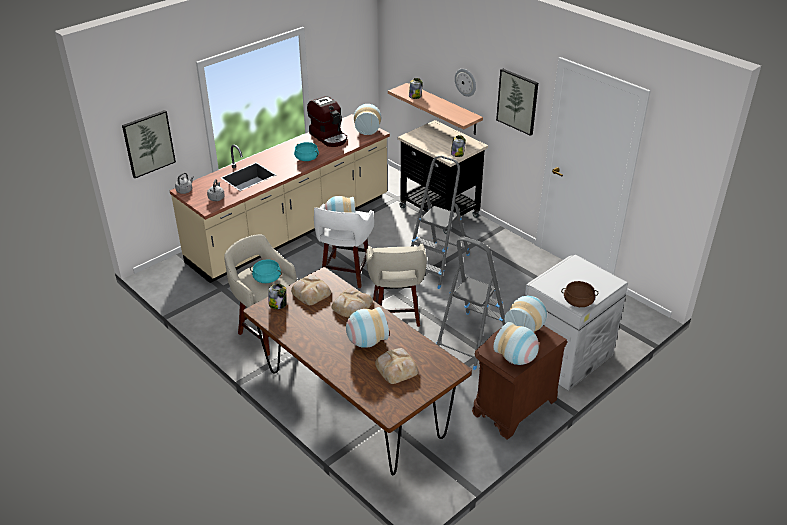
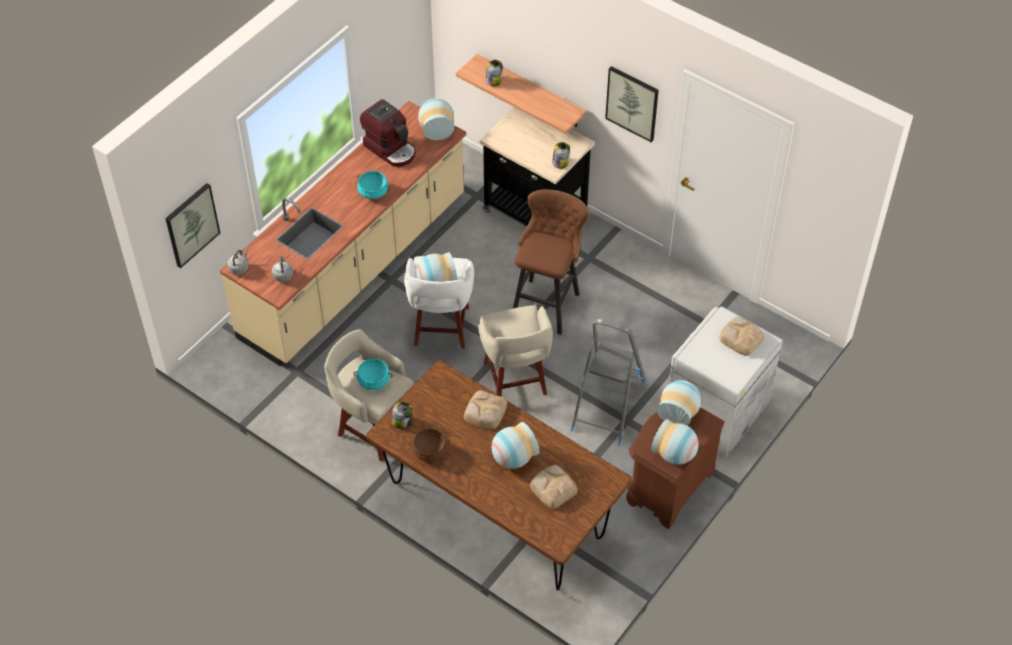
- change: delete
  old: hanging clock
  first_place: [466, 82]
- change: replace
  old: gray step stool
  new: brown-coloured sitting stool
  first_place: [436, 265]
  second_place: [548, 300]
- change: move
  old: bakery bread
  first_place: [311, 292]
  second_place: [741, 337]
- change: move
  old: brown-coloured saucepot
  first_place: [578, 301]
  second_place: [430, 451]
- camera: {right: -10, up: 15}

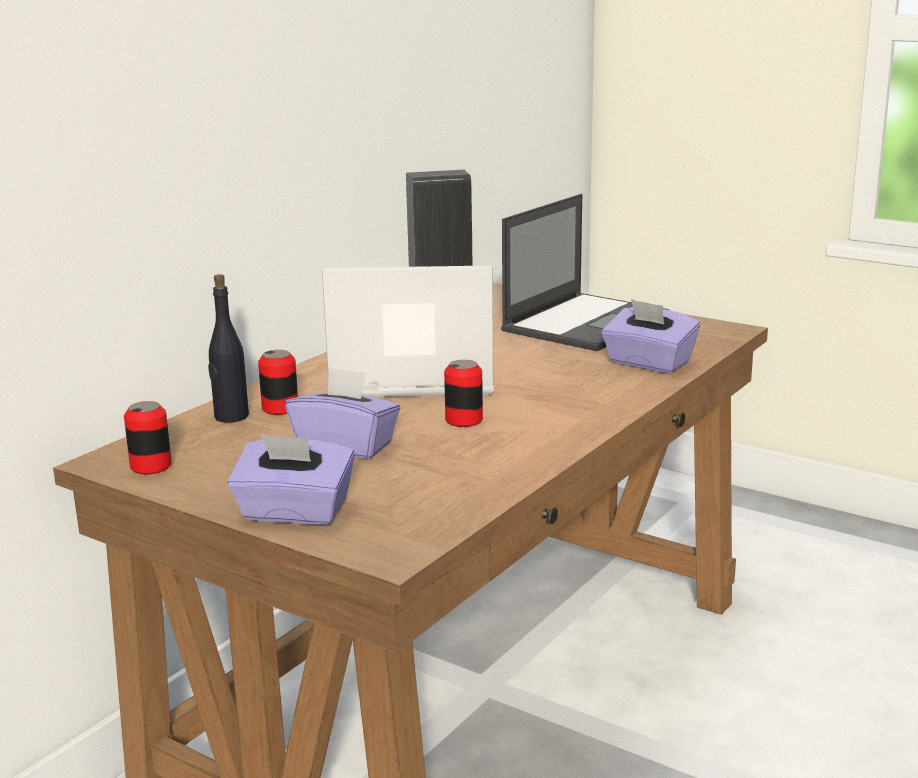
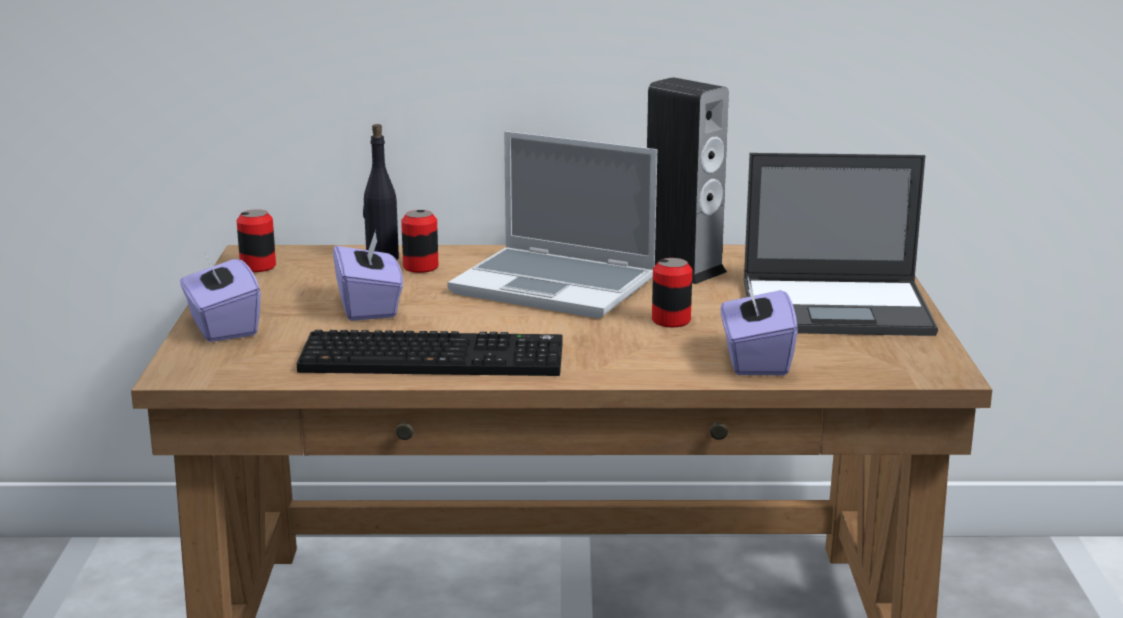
- change: rotate
  old: laptop
  first_place: [411, 378]
  second_place: [557, 286]
  degrees: 150
- change: move
  old: metal can
  first_place: [464, 420]
  second_place: [671, 320]
- change: insert
  new: PC keyboard
  second_place: [435, 357]
- camera: {right: 55, up: 0}

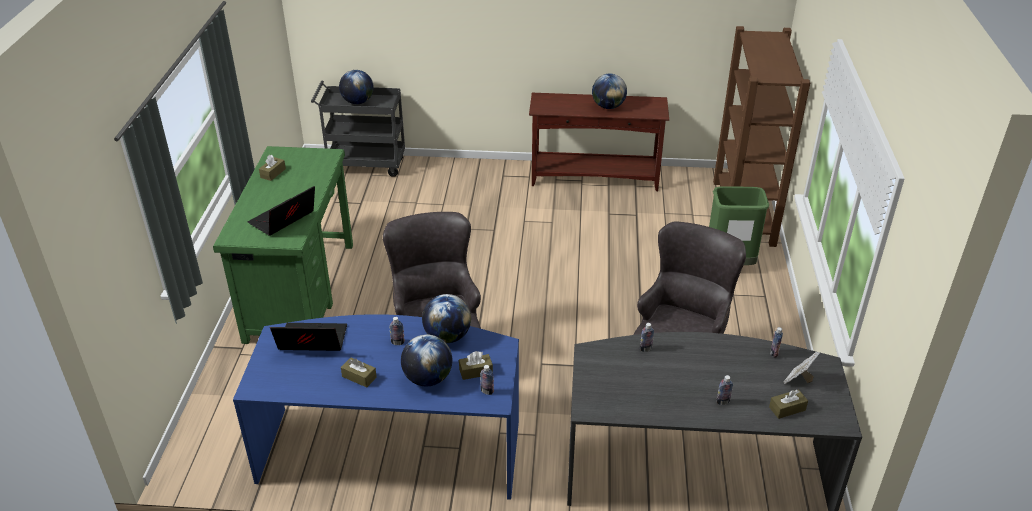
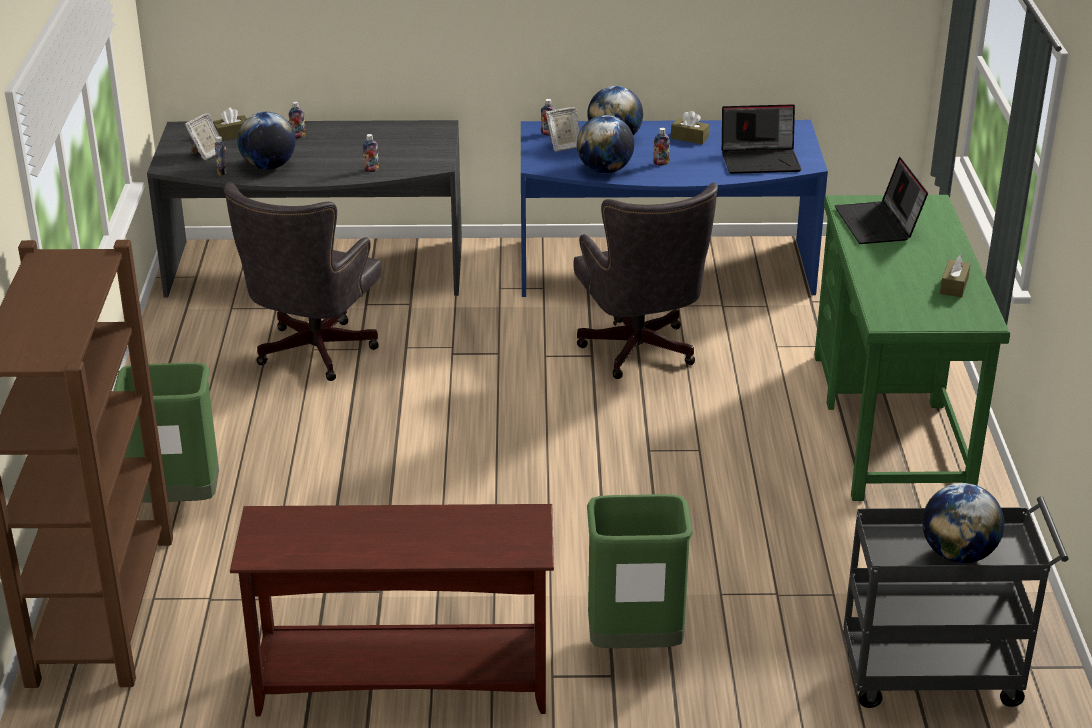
- change: move
  old: desk globe
  first_place: [608, 106]
  second_place: [269, 166]
- change: rotate
  old: laptop
  first_place: [283, 220]
  second_place: [879, 224]
  degrees: 135
- change: replace
  old: brown-coloured tissue box
  new: picture frame
  first_place: [476, 371]
  second_place: [564, 146]
- change: insert
  new: green-coloured rubbish bin
  second_place: [634, 645]
- camera: {right: 175, up: -5}

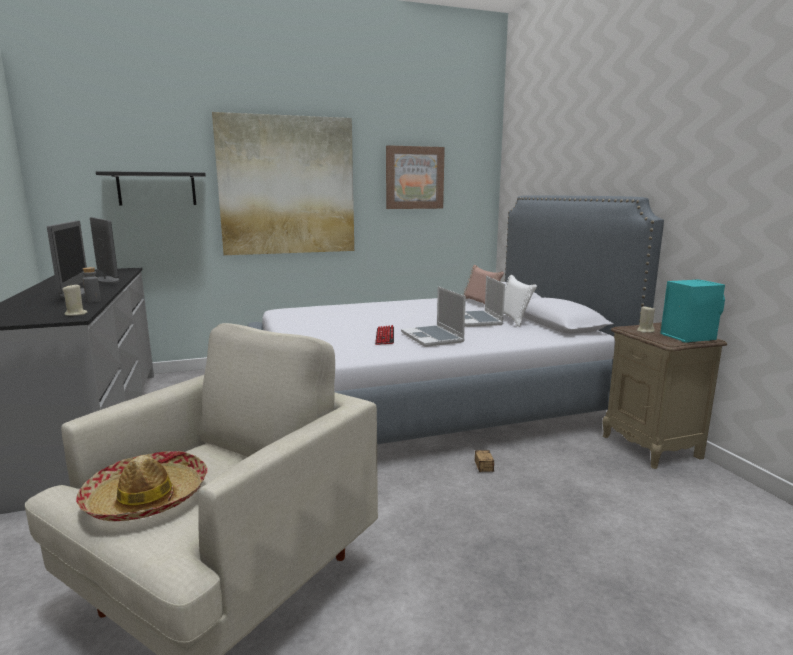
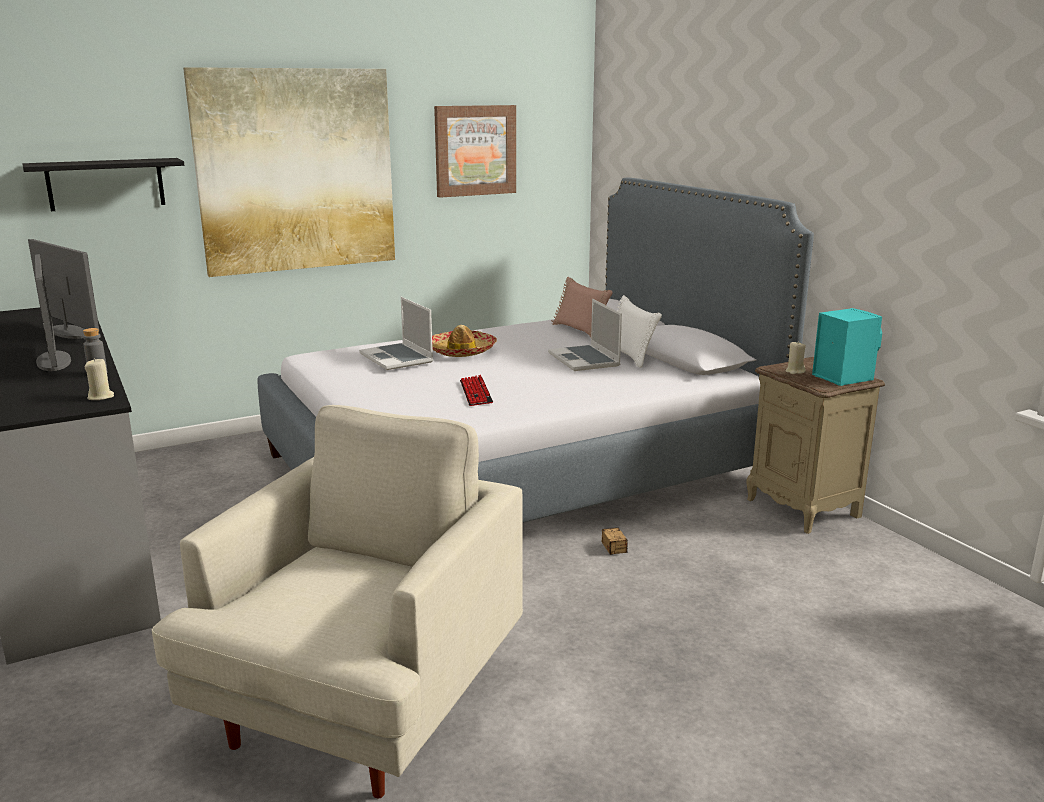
- change: move
  old: laptop
  first_place: [433, 337]
  second_place: [397, 358]
- change: move
  old: clothing hat
  first_place: [146, 498]
  second_place: [462, 351]
- camera: {right: -10, up: 5}

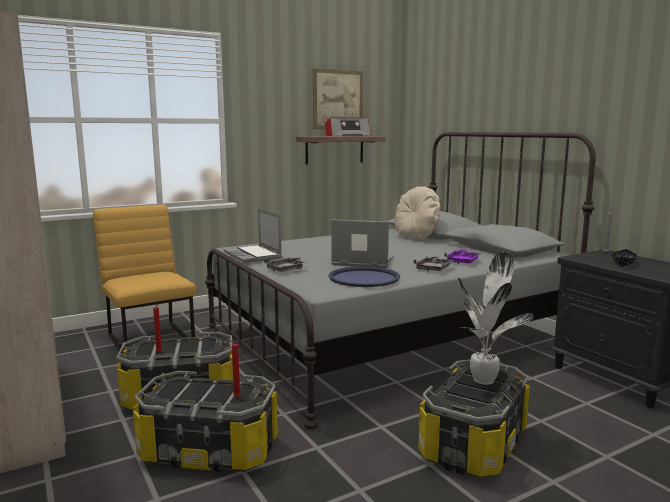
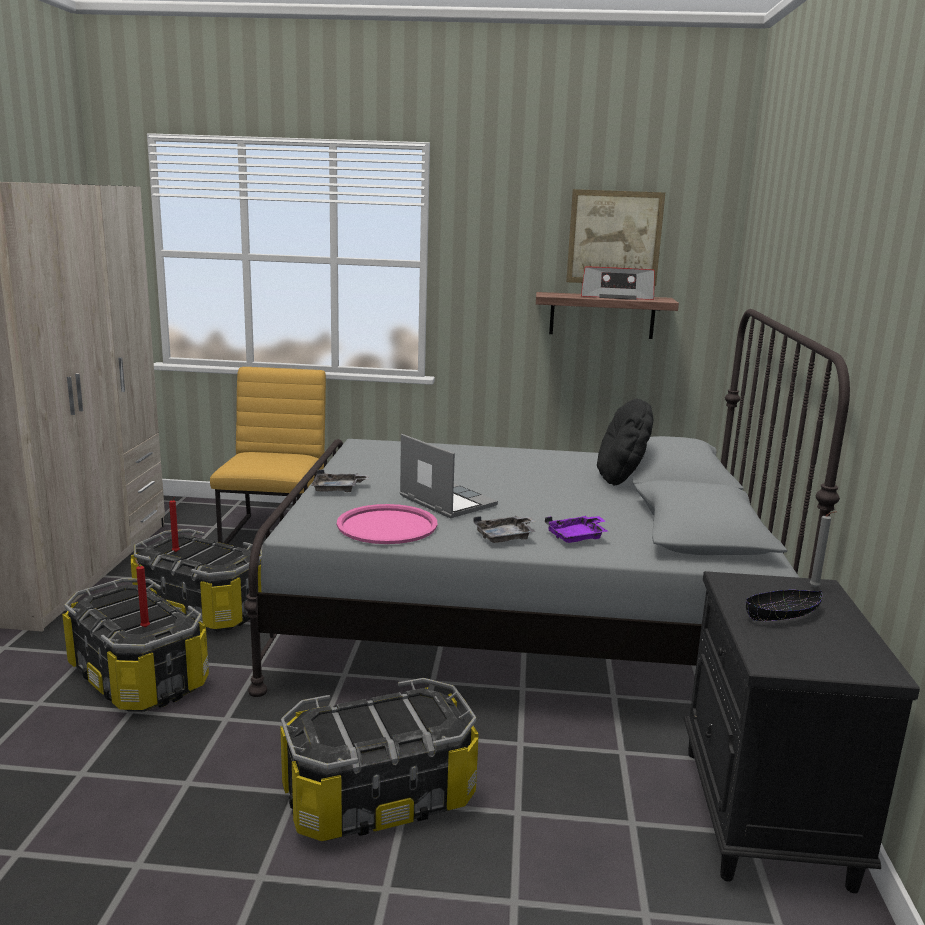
- change: recolor
  old: beige throw pillow
  new: blackish throw pillow
  first_place: [416, 238]
  second_place: [621, 480]
- change: delete
  old: laptop
  first_place: [253, 255]
- change: delete
  old: houseplant
  first_place: [485, 379]
- change: recolor
  old: blue-coloured serving tray
  new: pink-coloured serving tray
  first_place: [364, 278]
  second_place: [387, 526]
- camera: {right: 35, up: 5}

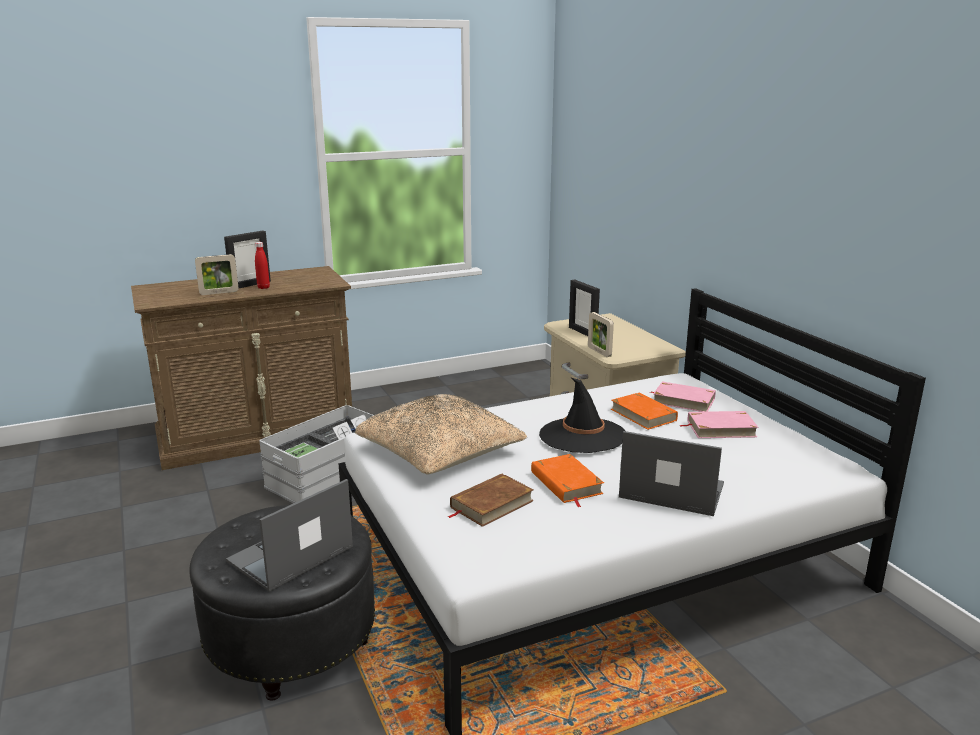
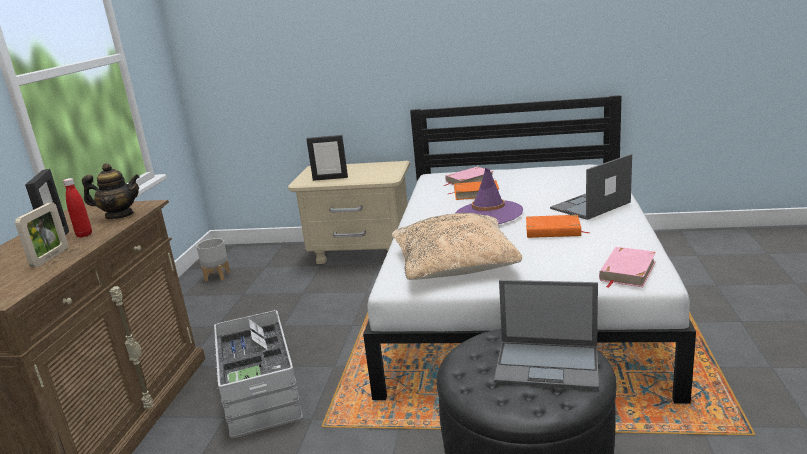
- change: delete
  old: picture frame
  first_place: [599, 352]
- change: recolor
  old: blackish clothing hat
  new: purple clothing hat
  first_place: [582, 435]
  second_place: [488, 214]
- change: move
  old: pink-coloured volume
  first_place: [720, 429]
  second_place: [627, 271]
- change: delete
  old: brown-coloured volume
  first_place: [491, 504]
- change: rotate
  old: laptop
  first_place: [289, 555]
  second_place: [548, 364]
  degrees: -60
- change: insert
  new: teapot
  second_place: [119, 215]
- change: insert
  new: gray plant pot
  second_place: [217, 276]
- camera: {right: -55, up: 0}

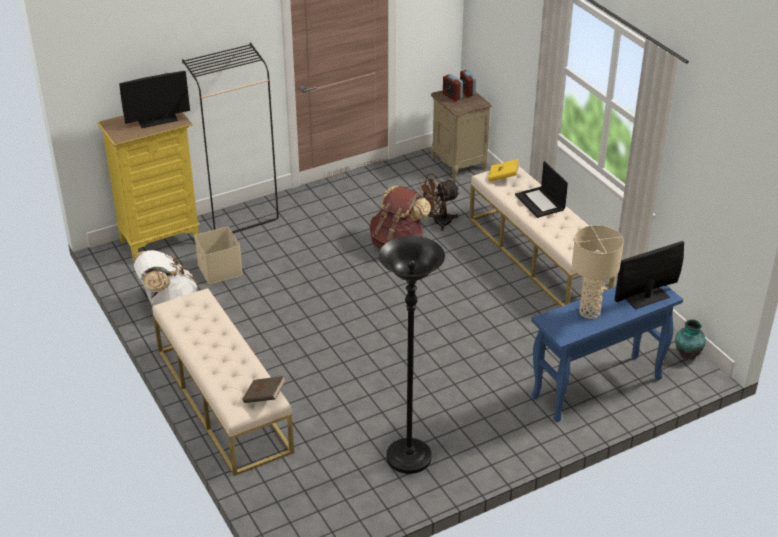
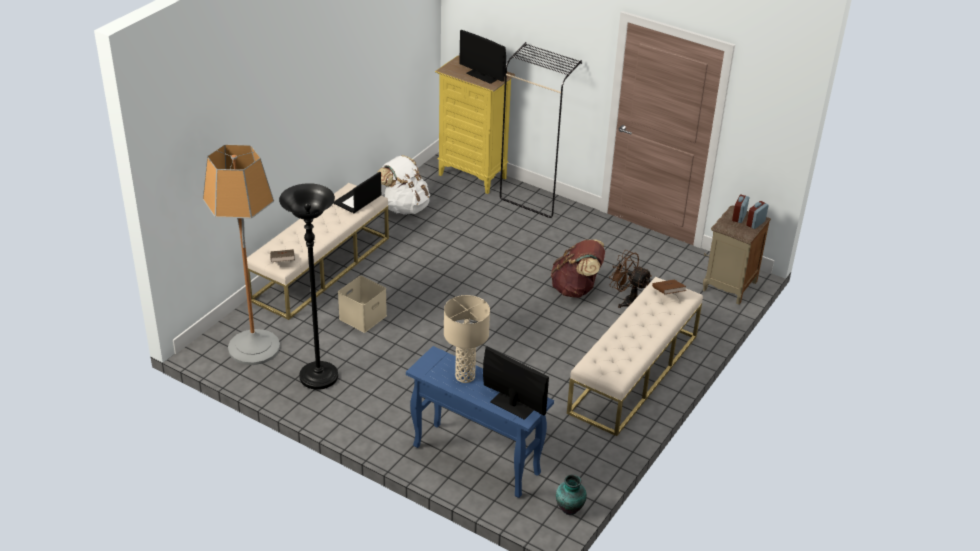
- change: recolor
  old: yellowish volume
  new: brown-coloured volume
  first_place: [503, 177]
  second_place: [668, 293]
- change: move
  old: laptop
  first_place: [540, 202]
  second_place: [357, 200]
- change: move
  old: beige storage container
  first_place: [219, 269]
  second_place: [362, 316]
- change: insert
  new: standard lamp
  second_place: [254, 348]
- camera: {right: 60, up: 0}

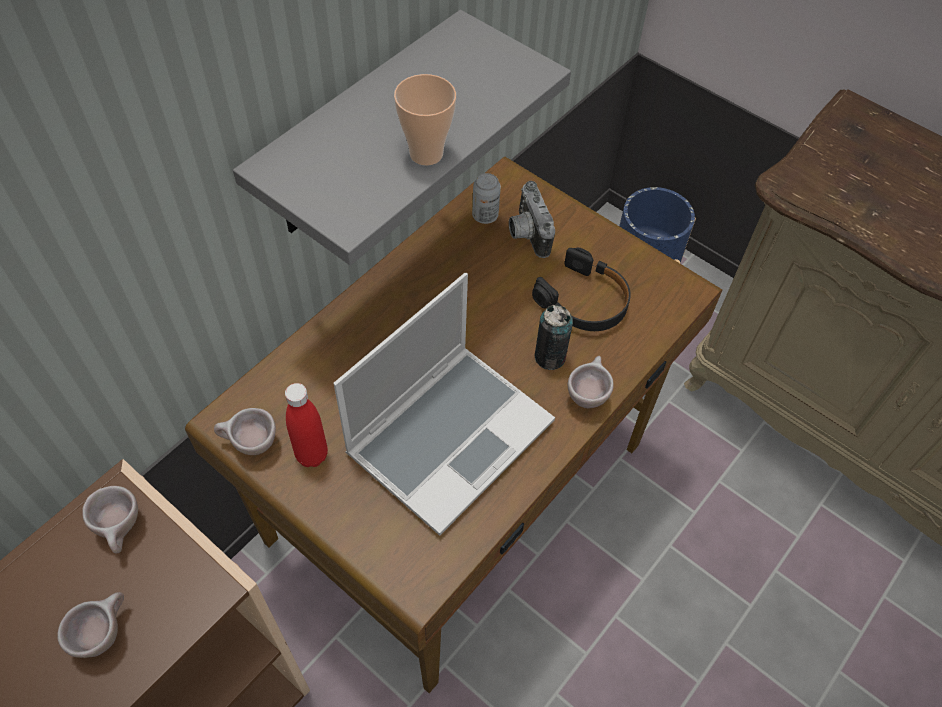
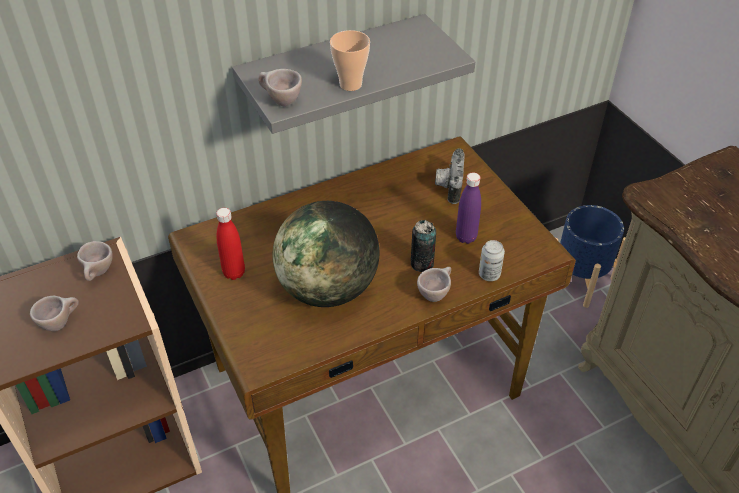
- change: move
  old: metal can
  first_place: [485, 216]
  second_place: [489, 274]
- change: replace
  old: blackish pair of headphones
  new: purple beverage bottle
  first_place: [584, 301]
  second_place: [466, 237]
- change: replace
  old: laptop
  new: desk globe
  first_place: [450, 435]
  second_place: [328, 289]
- change: move
  old: beige cup
  first_place: [249, 445]
  second_place: [280, 101]
- camera: {right: 25, up: -10}

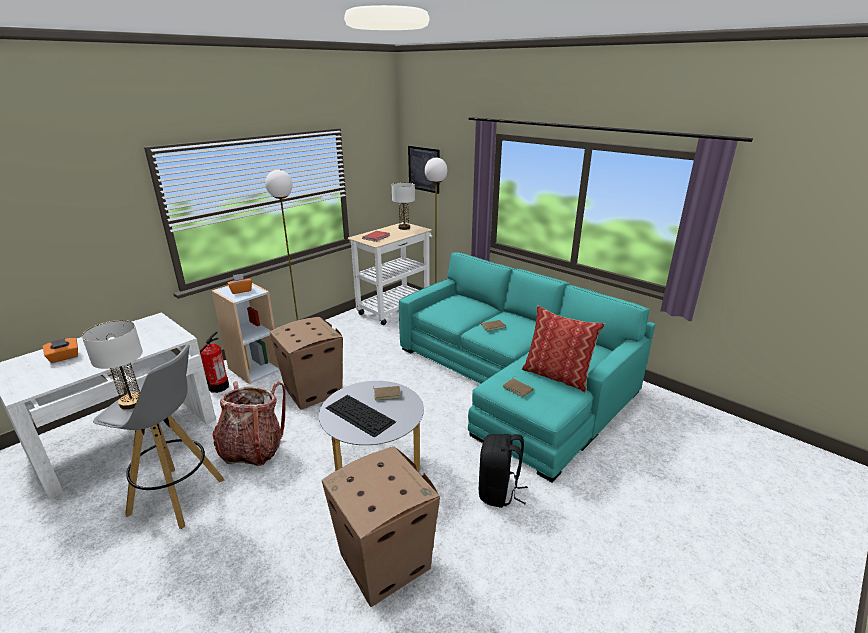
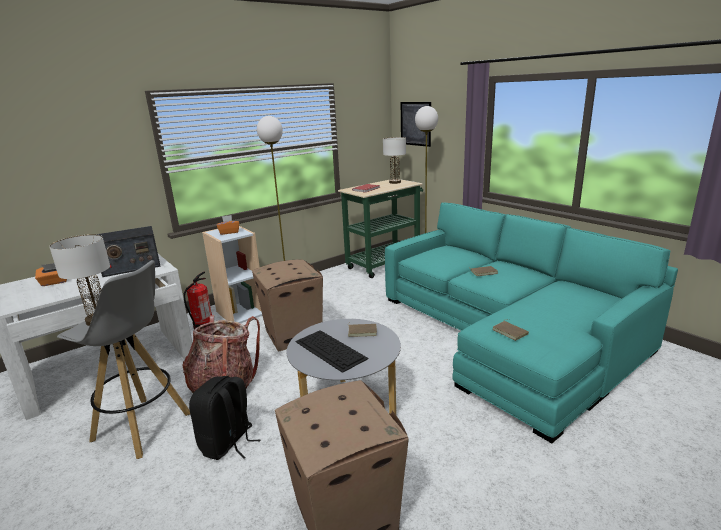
- change: recolor
  old: white wheeled cart
  new: green-coloured wheeled cart
  first_place: [394, 309]
  second_place: [384, 265]
- change: delete
  old: throw pillow
  first_place: [557, 376]
- change: move
  old: blackish backpack
  first_place: [499, 492]
  second_place: [228, 443]
- change: insert
  new: radio set
  second_place: [131, 266]
- camera: {right: 10, up: -5}

